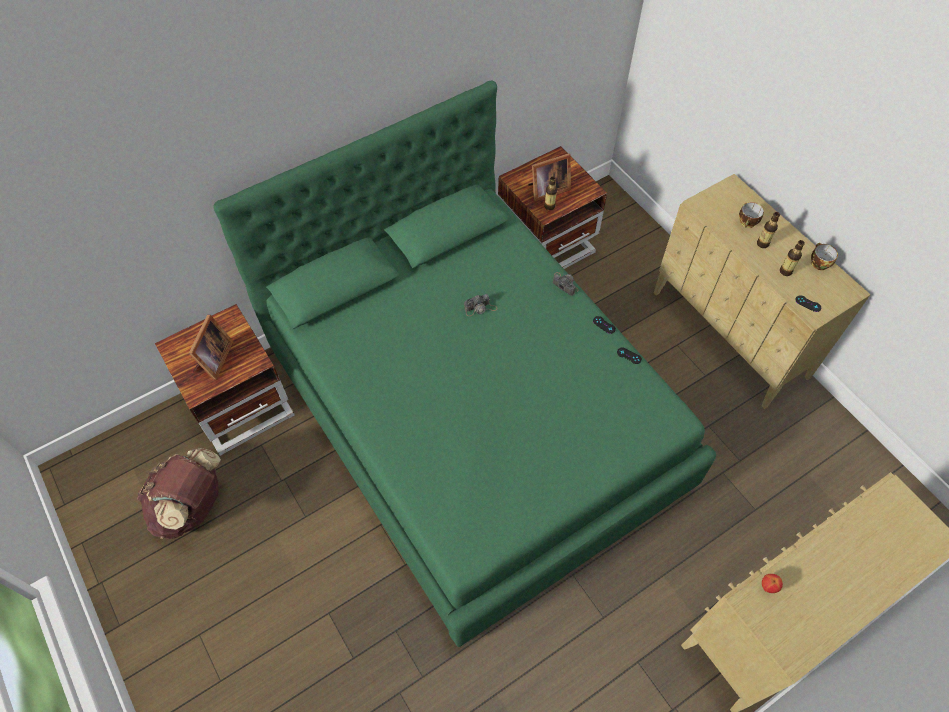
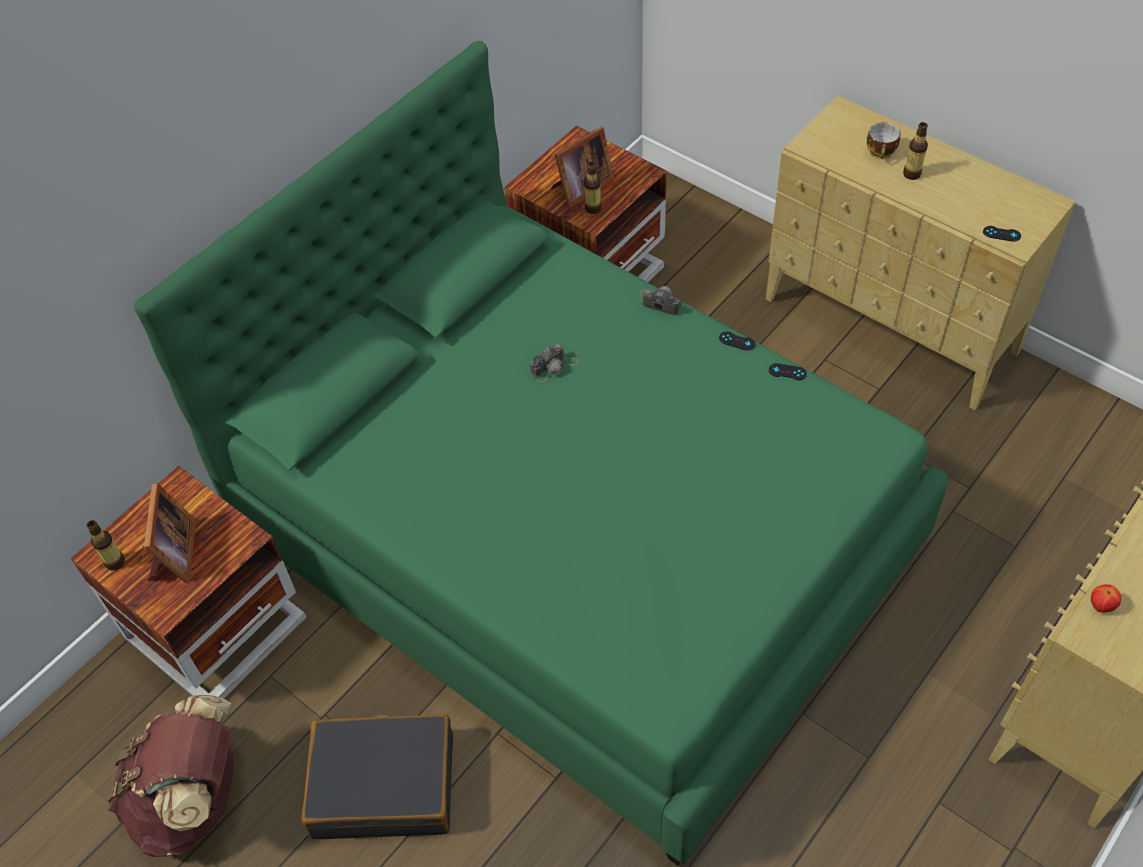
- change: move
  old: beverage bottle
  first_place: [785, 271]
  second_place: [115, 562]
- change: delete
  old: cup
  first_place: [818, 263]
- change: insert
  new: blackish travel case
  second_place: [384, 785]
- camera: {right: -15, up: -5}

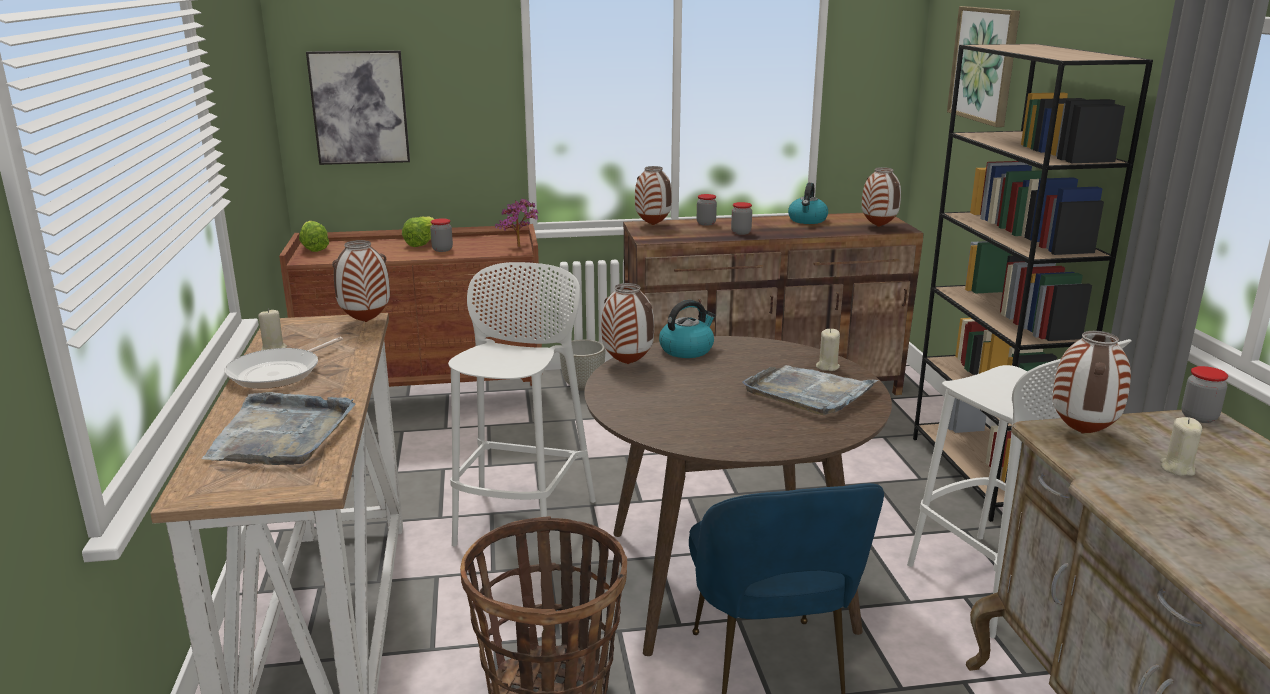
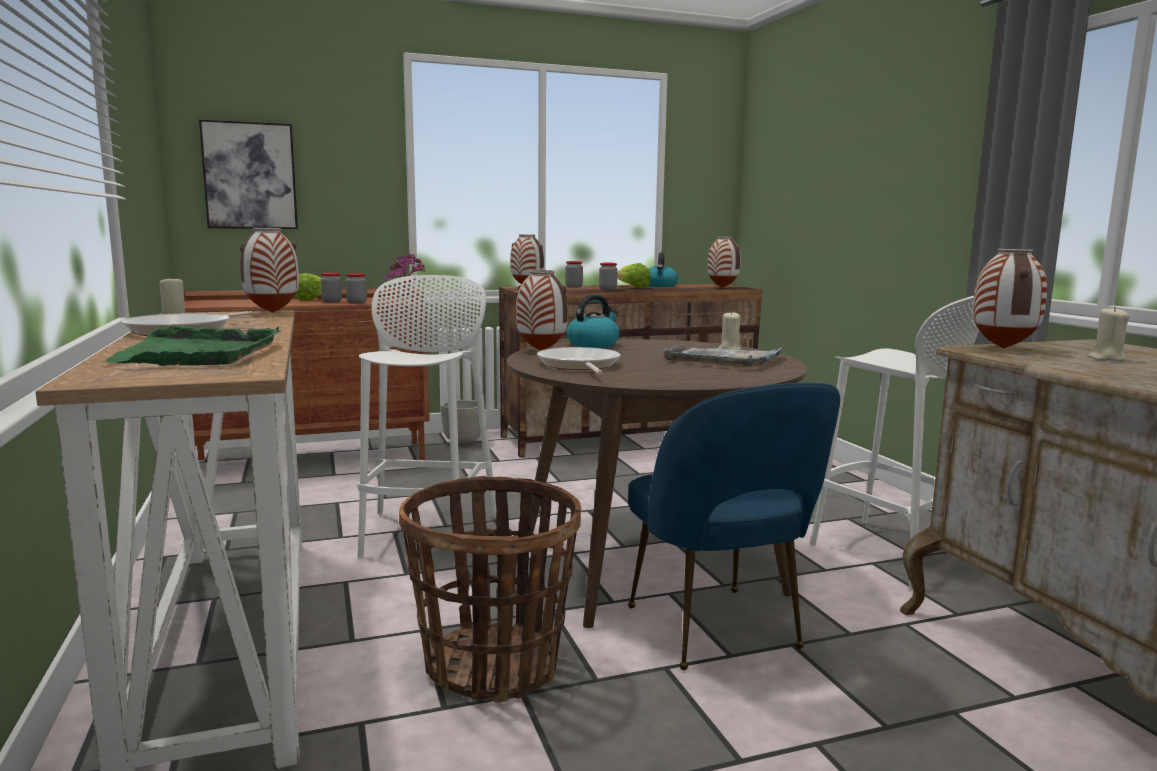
- change: delete
  old: picture
  first_place: [984, 64]
- change: delete
  old: beige shelving unit
  first_place: [986, 474]
- change: move
  old: lettuce head
  first_place: [314, 248]
  second_place: [632, 287]
- change: move
  old: jar
  first_place: [1199, 417]
  second_place: [356, 302]
- change: recolor
  old: gray serving tray
  new: green-coloured serving tray
  first_place: [281, 434]
  second_place: [197, 353]
- change: insert
  new: frying pan
  second_place: [579, 366]
- camera: {right: -10, up: -10}

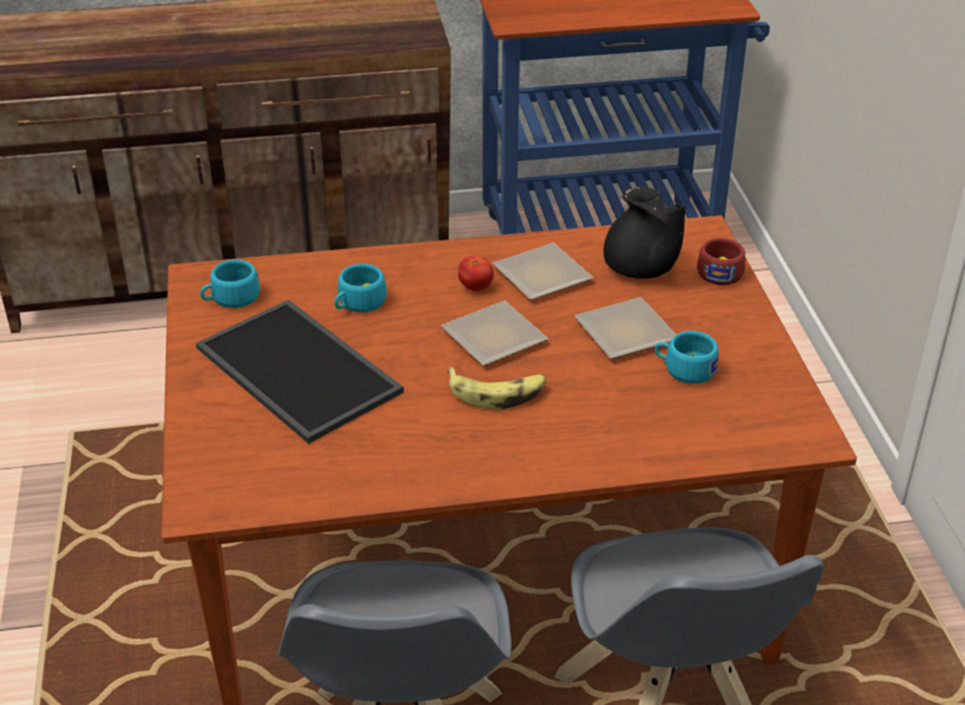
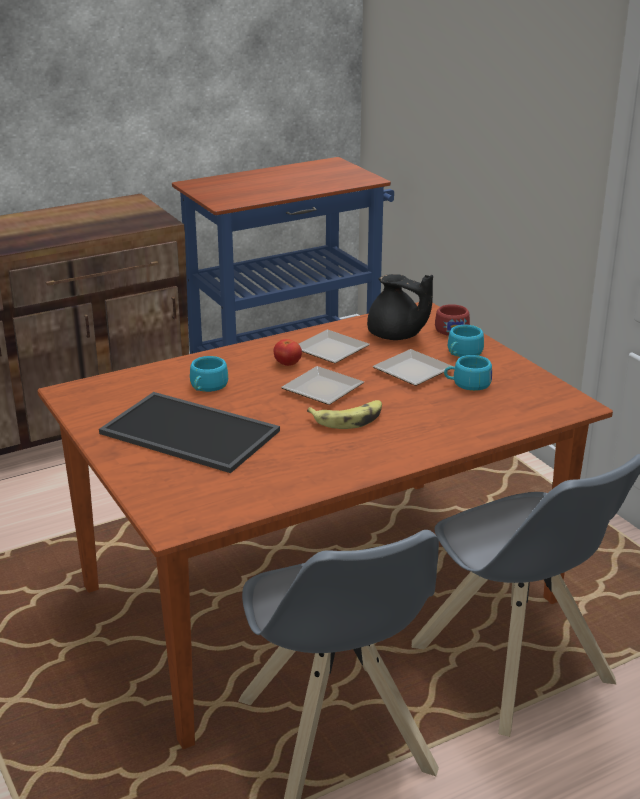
- change: move
  old: turquoise-coloured cup
  first_place: [230, 298]
  second_place: [462, 353]
- camera: {right: -20, up: -10}

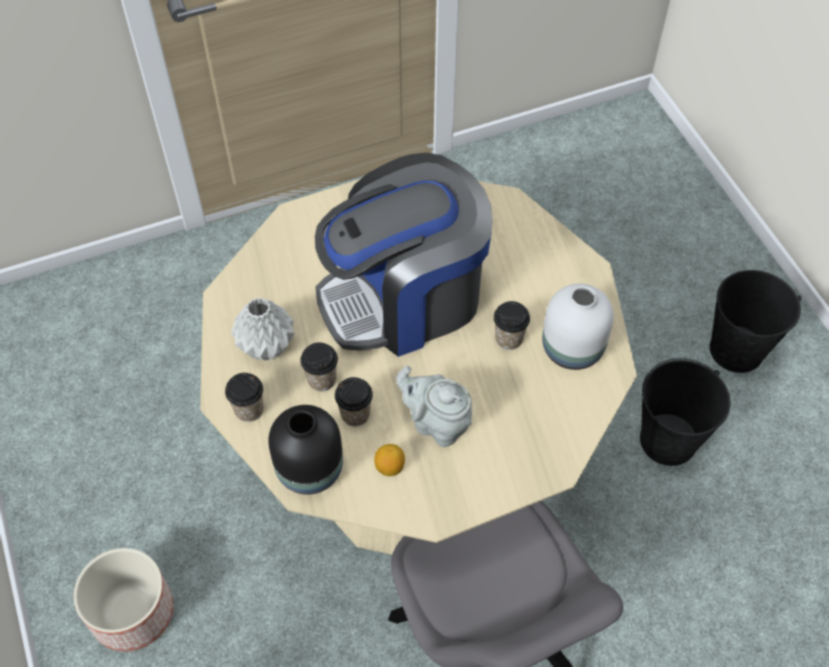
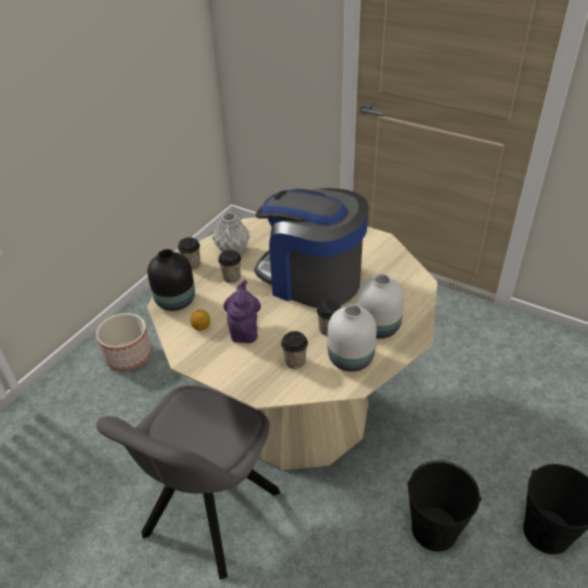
- change: recolor
  old: gray teapot
  new: purple teapot
  first_place: [436, 423]
  second_place: [244, 330]
- change: move
  old: cup
  first_place: [355, 414]
  second_place: [295, 362]
- change: insert
  new: white flower vase
  second_place: [379, 327]
- camera: {right: 55, up: -15}

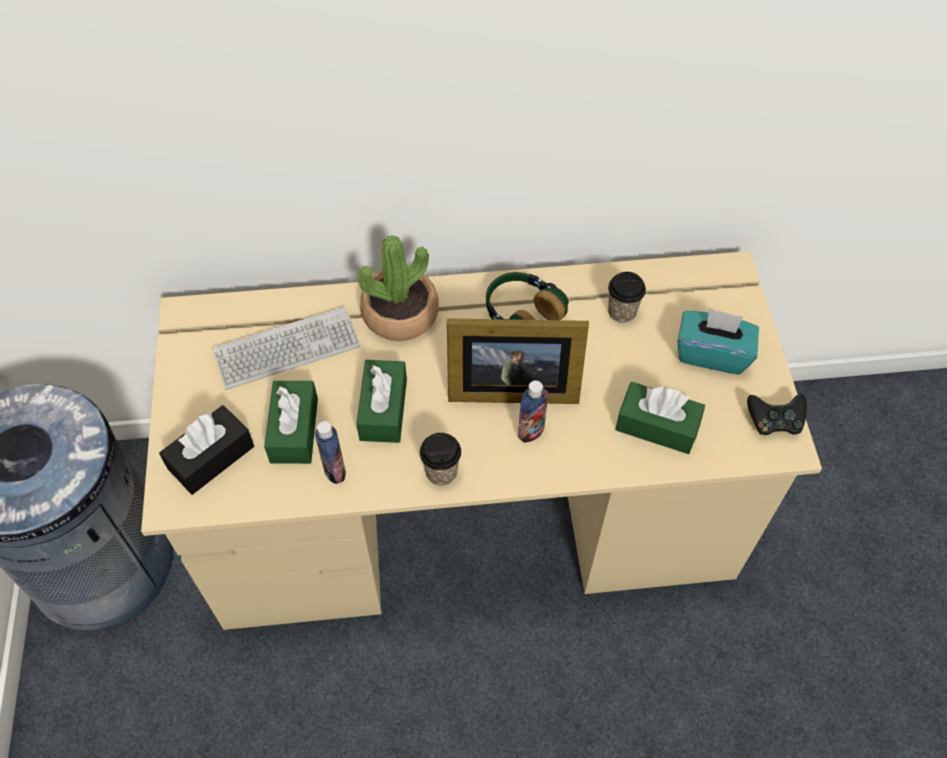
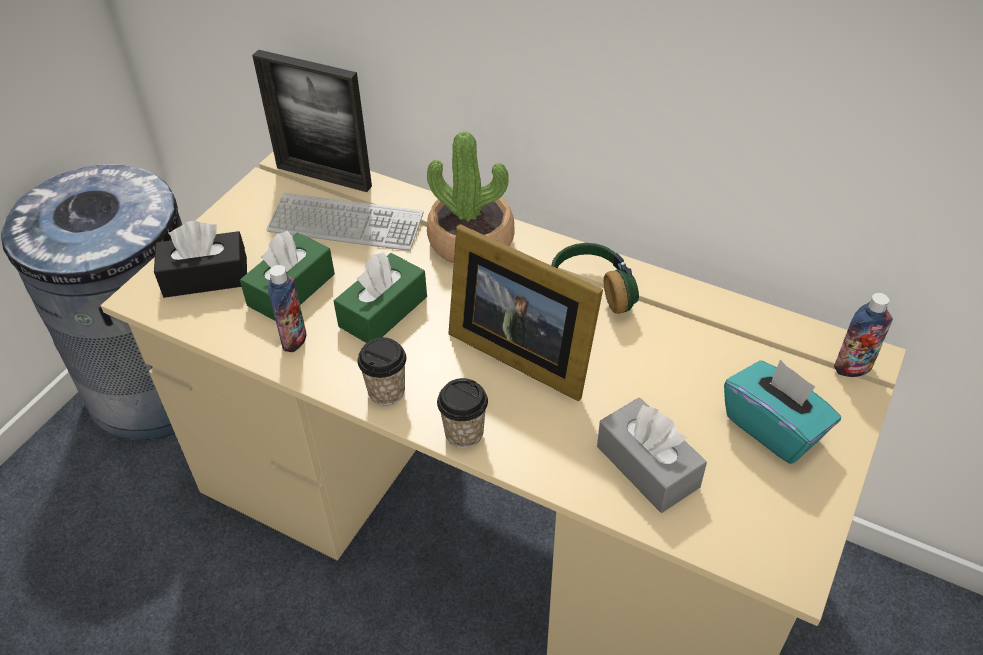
- change: move
  old: cup
  first_place: [622, 312]
  second_place: [464, 433]
- change: move
  old: beverage bottle
  first_place: [531, 431]
  second_place: [852, 368]
- change: recolor
  old: green-coloured tissue box
  new: gray tissue box
  first_place: [657, 426]
  second_place: [647, 466]
- change: delete
  old: blackish game controller
  first_place: [773, 422]
- change: insert
  new: picture frame
  second_place: [324, 177]
- camera: {right: 35, up: -10}

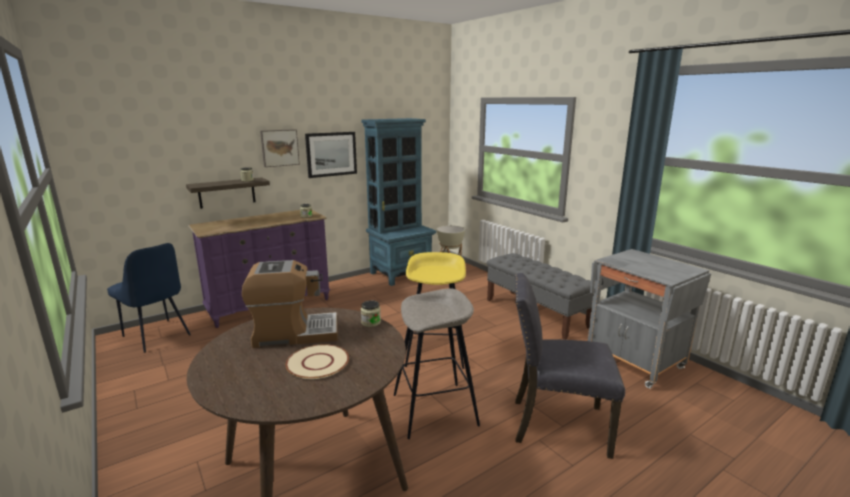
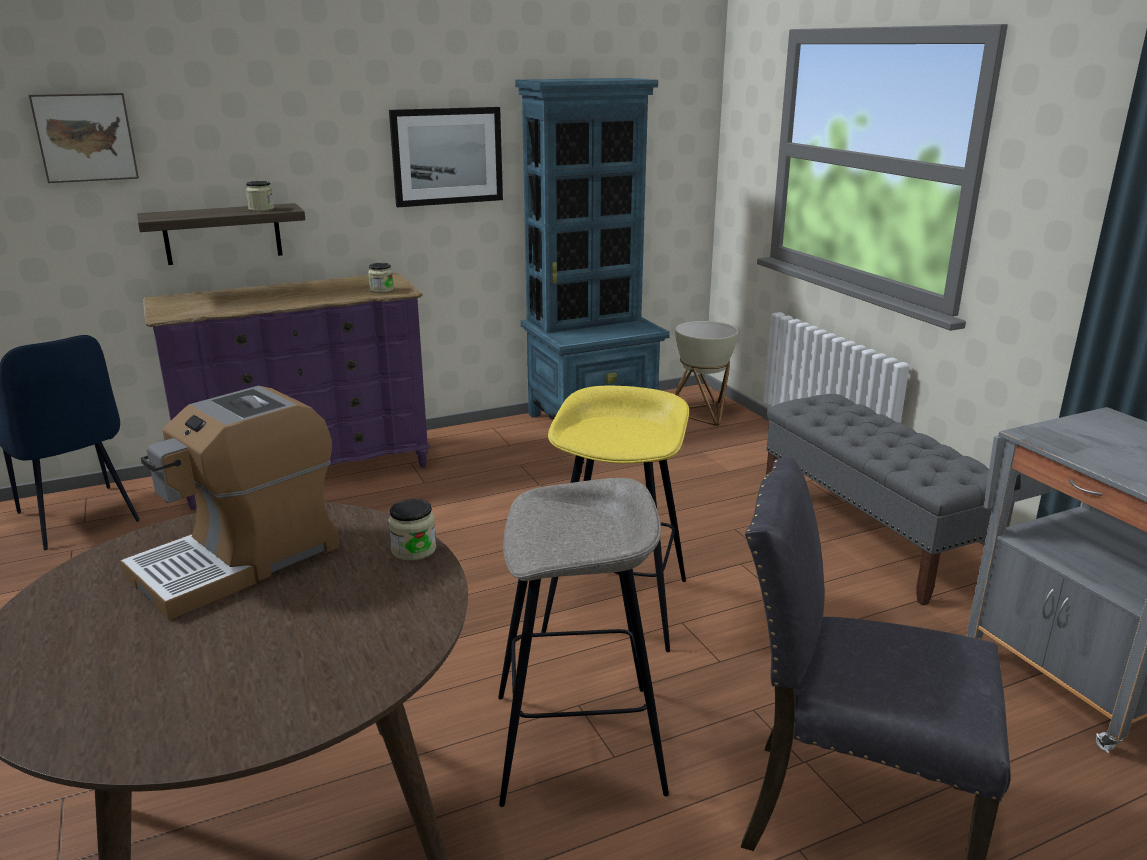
- change: move
  old: picture
  first_place: [279, 147]
  second_place: [86, 137]
- change: rotate
  old: coffee machine
  first_place: [294, 333]
  second_place: [239, 560]
  degrees: 135
- change: delete
  old: beige flat dish
  first_place: [317, 362]
- camera: {right: 10, up: 5}

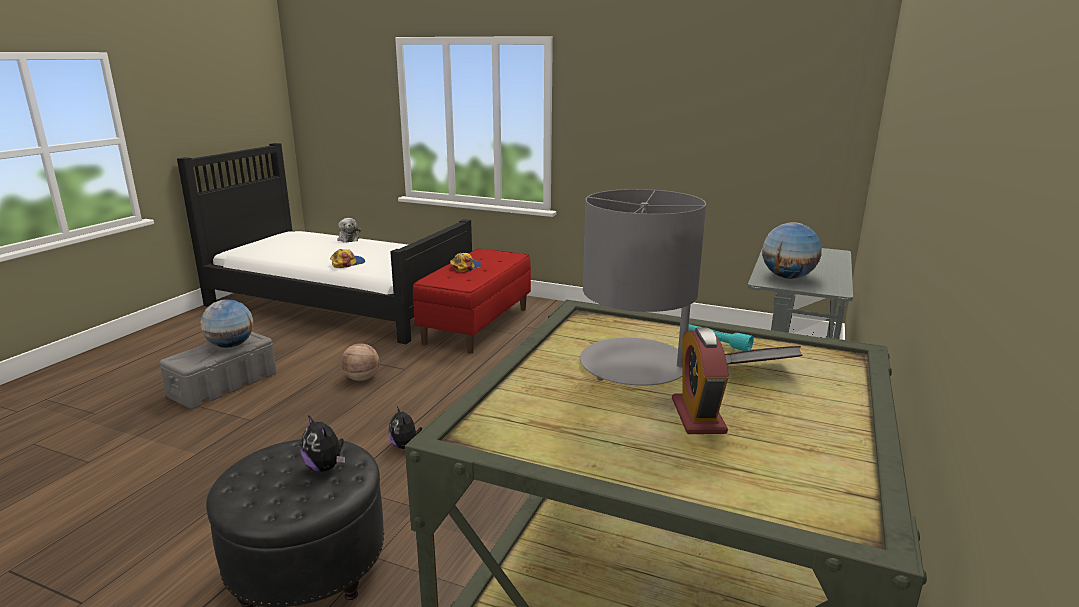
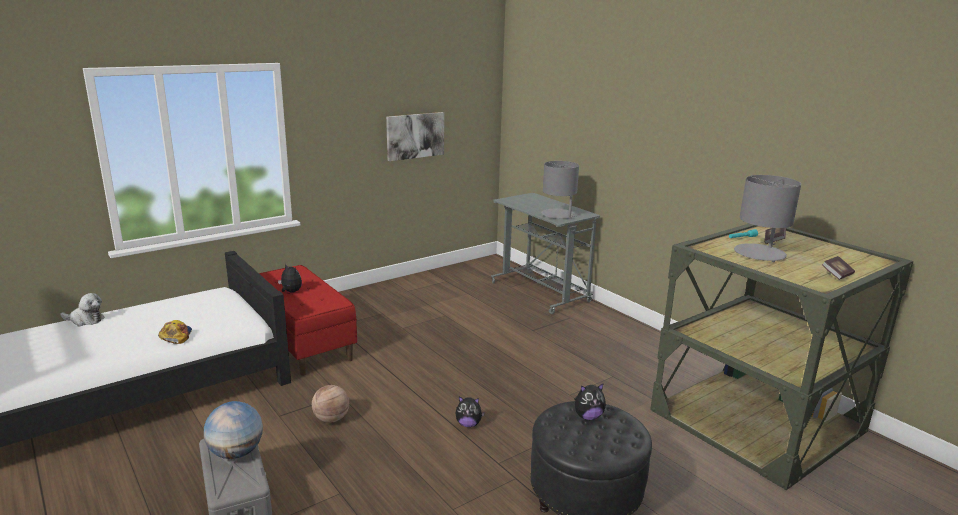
- change: replace
  old: desk globe
  new: gray lamp for a table
  first_place: [787, 277]
  second_place: [558, 215]
- change: replace
  old: baseball cap
  new: plush toy
  first_place: [465, 267]
  second_place: [290, 292]
- change: delete
  old: bedside clock
  first_place: [698, 416]
- change: insert
  new: picture
  second_place: [415, 135]
- change: insert
  new: volume
  second_place: [837, 275]
- camera: {right: -60, up: 0}

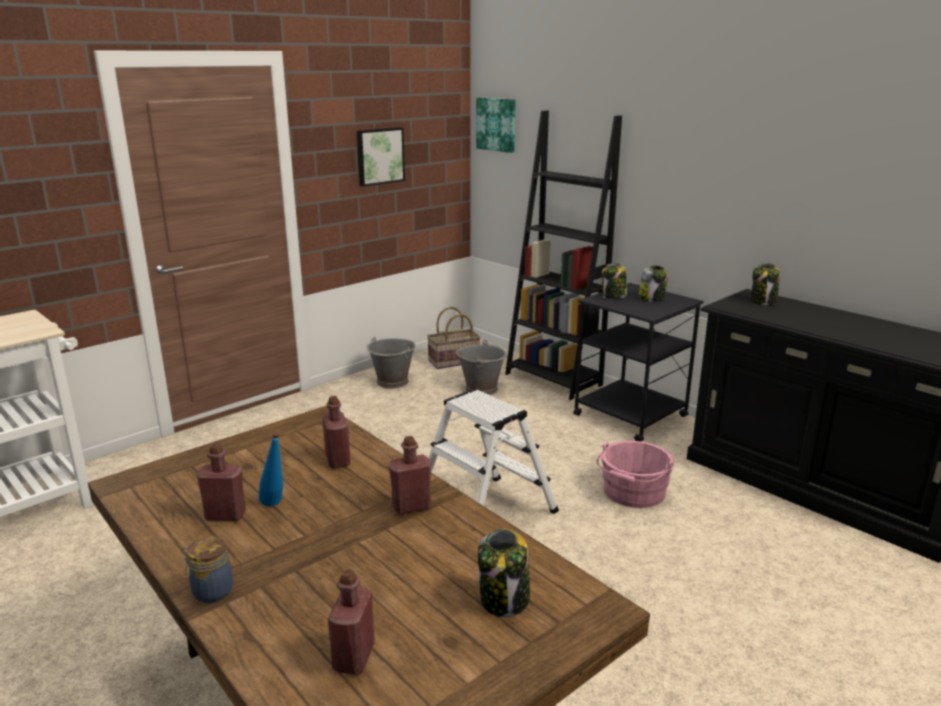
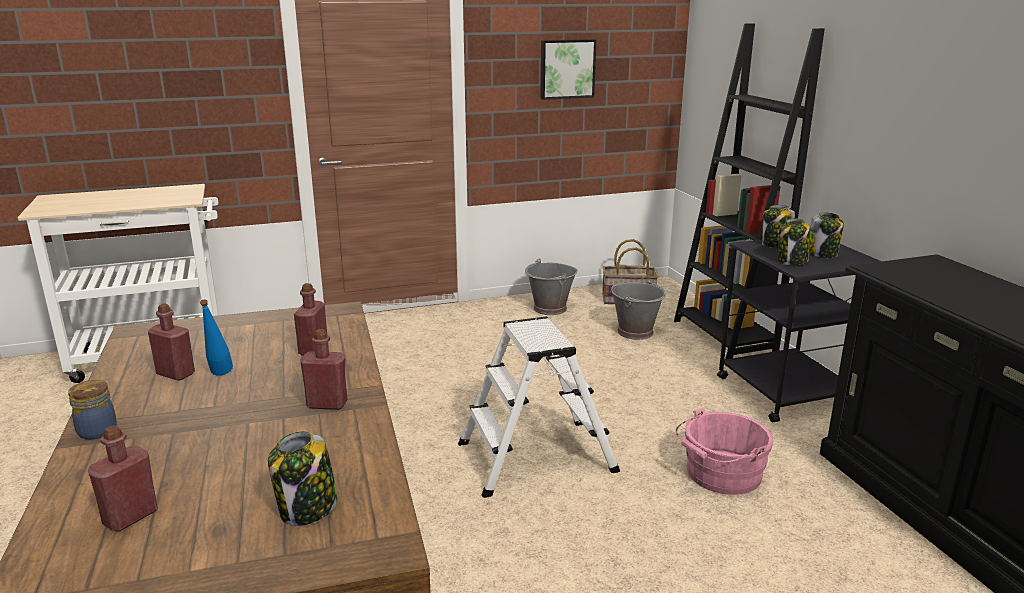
- change: delete
  old: picture
  first_place: [497, 124]
- change: move
  old: jar
  first_place: [763, 301]
  second_place: [792, 261]
- camera: {right: 25, up: 0}

